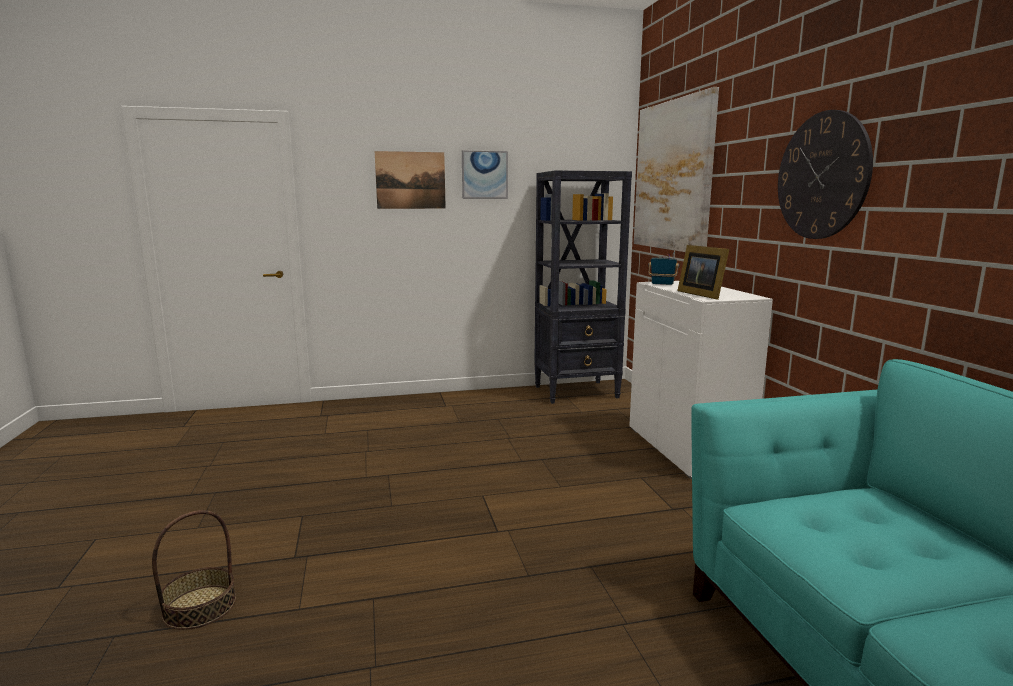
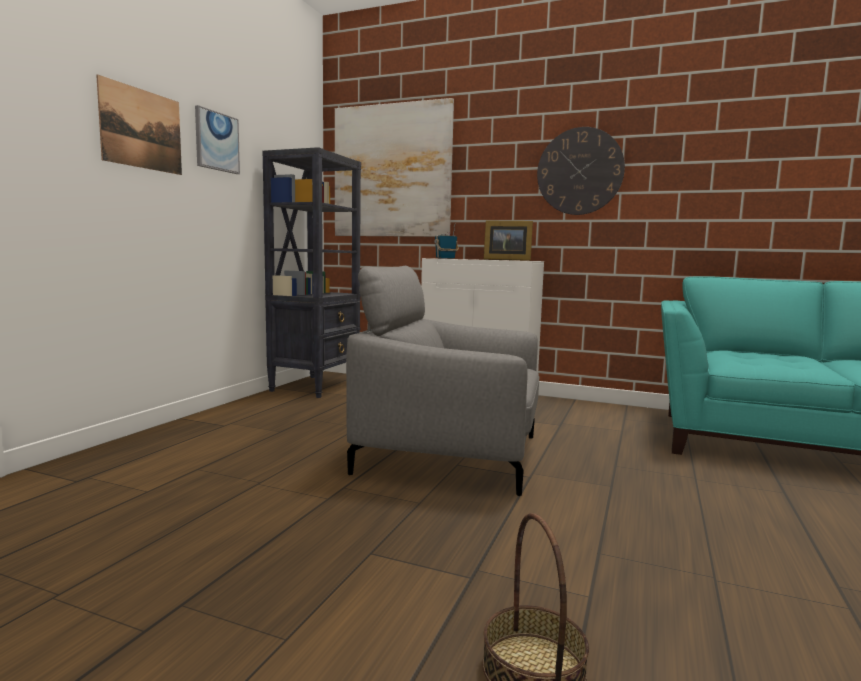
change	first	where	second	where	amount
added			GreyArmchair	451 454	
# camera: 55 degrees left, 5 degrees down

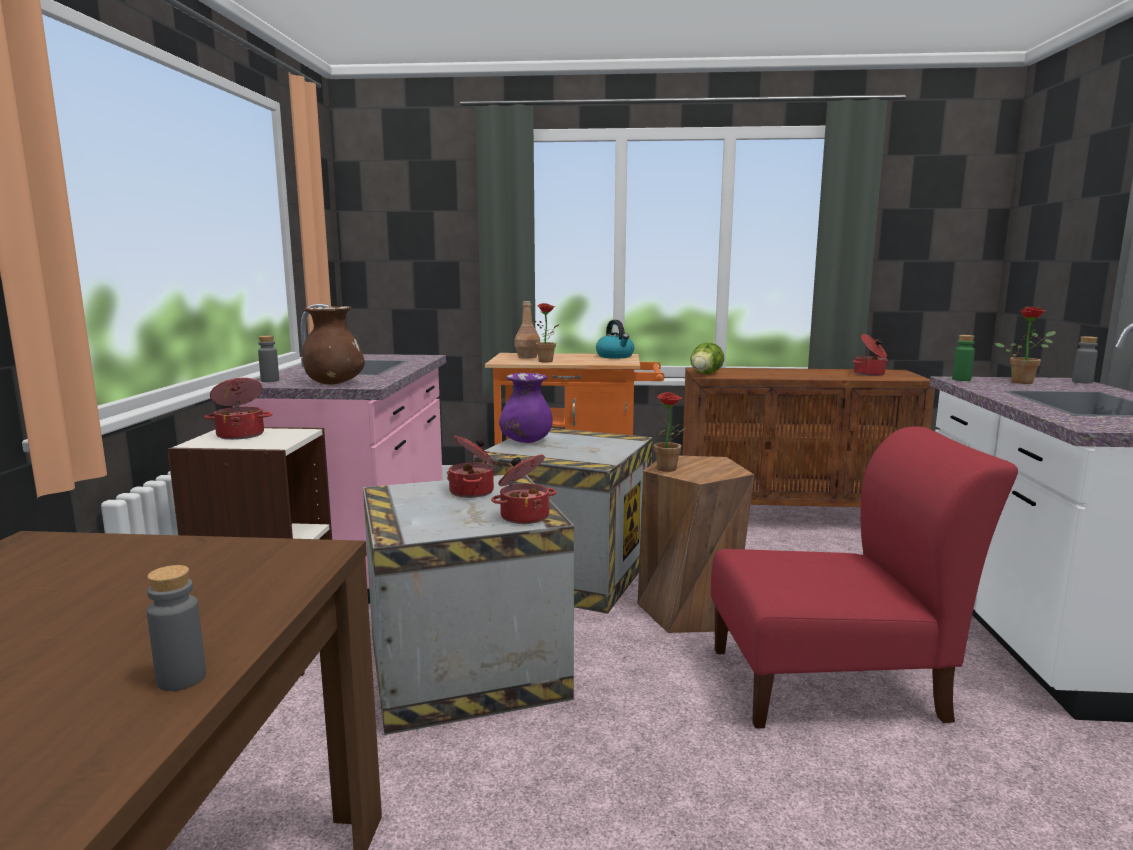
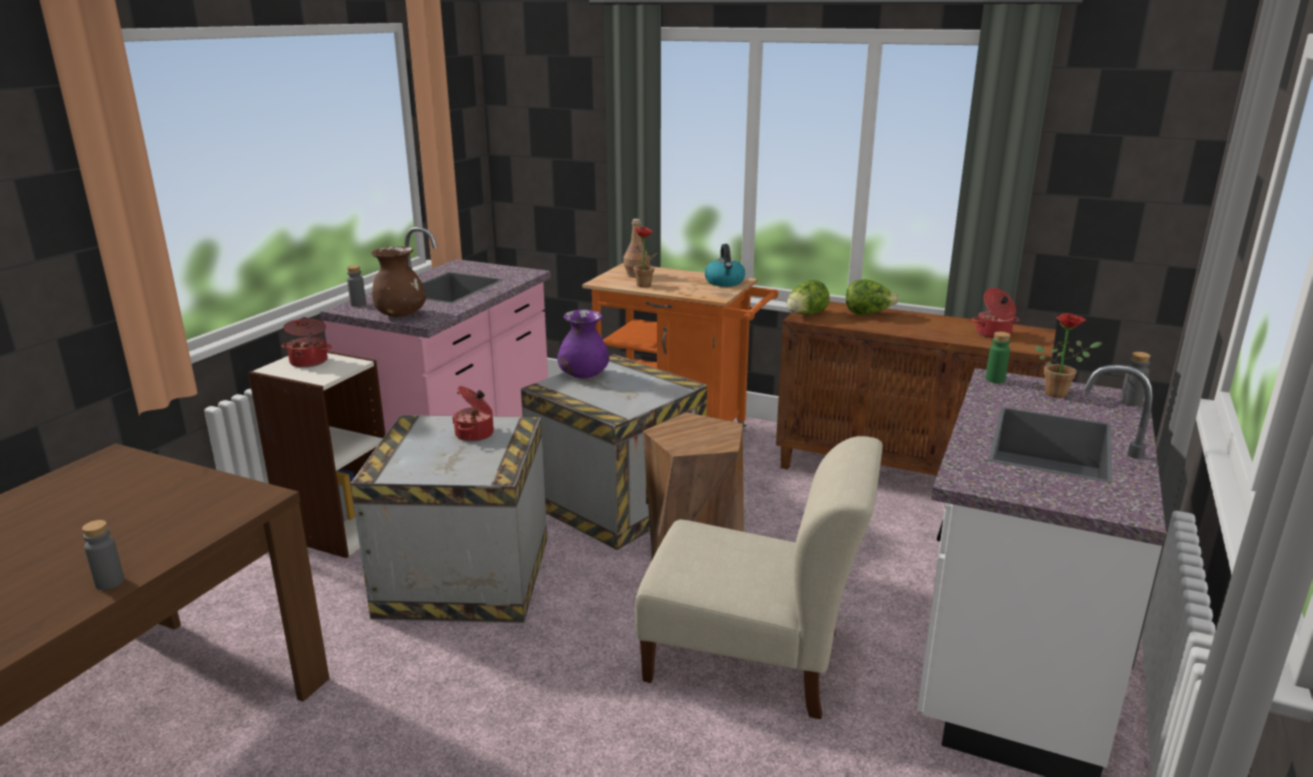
change	first	where	second	where	amount
removed	CookingPot	524 516			
removed	PottedPlant	669 470			
recoloured	RedChair	834 683	BeigeChair	752 659	
added			Lettuce	868 314	
# camera: 20 degrees right, 10 degrees up

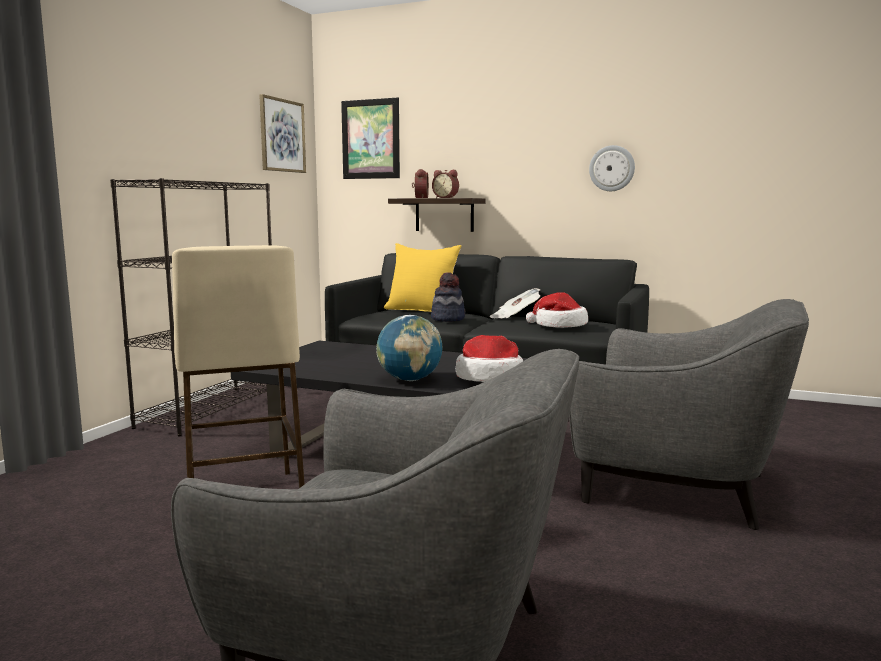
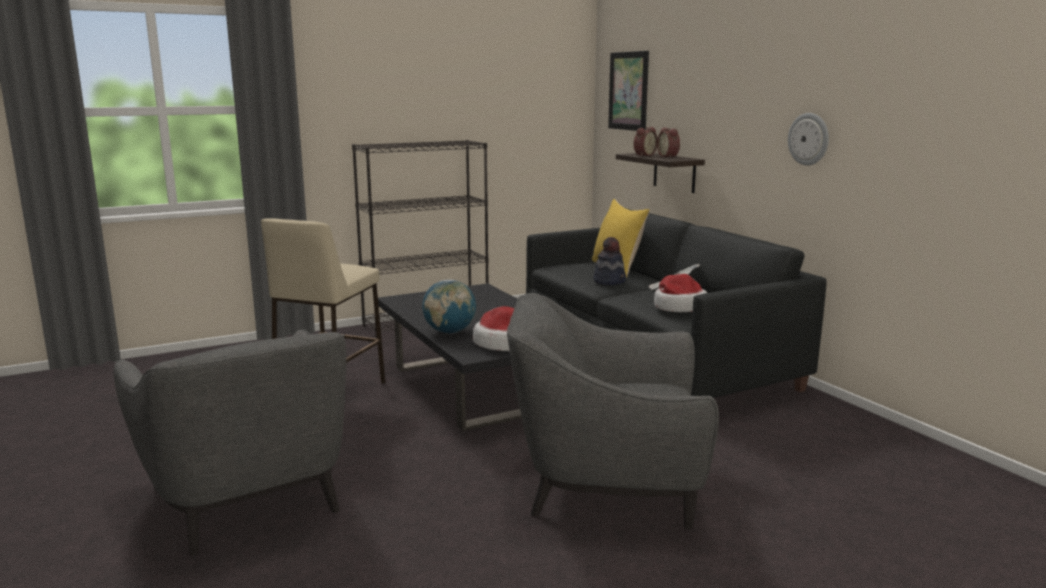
change	first	where	second	where	amount
removed	Picture	282 135			
turned	GreyArmchair	678 487		607 484	120 degrees clockwise
# camera: 40 degrees right, 5 degrees up

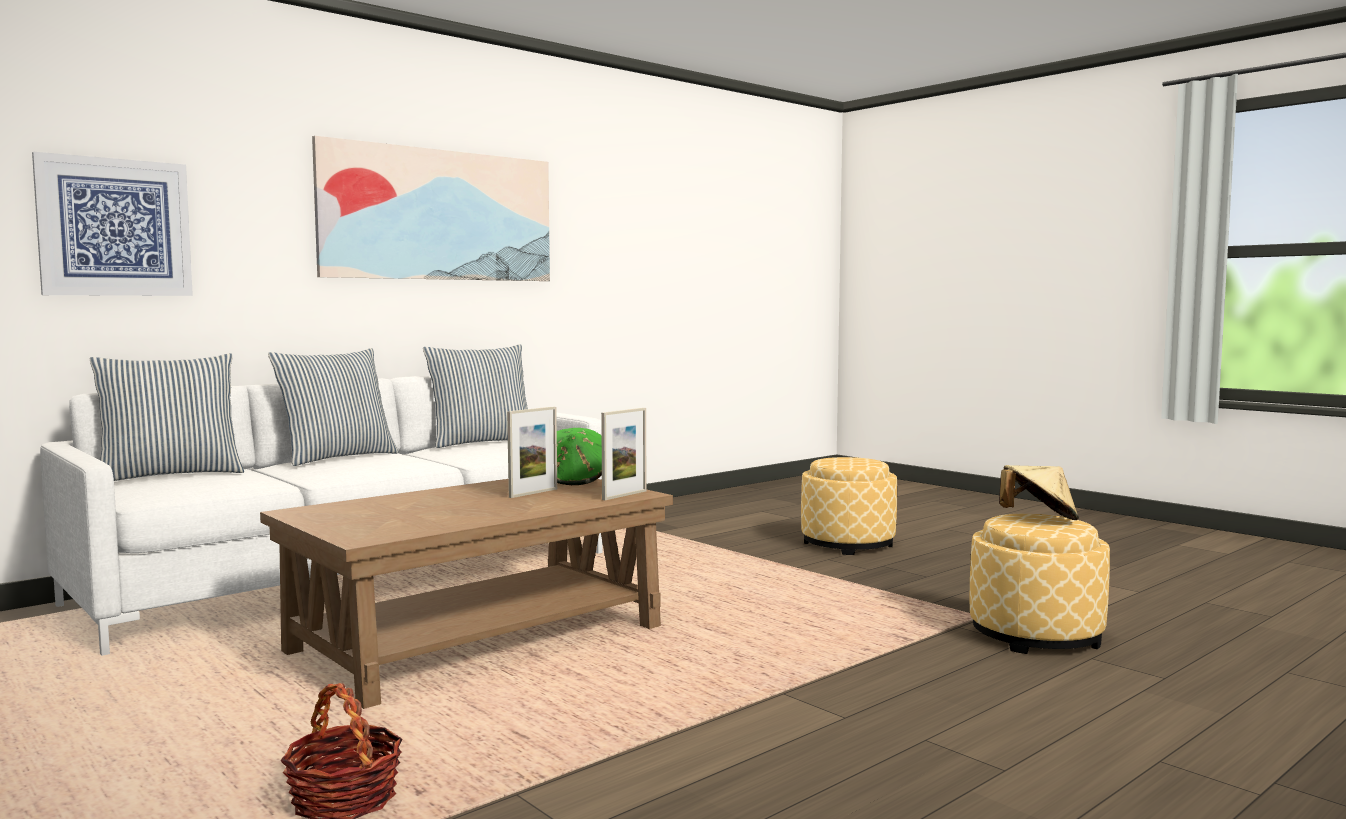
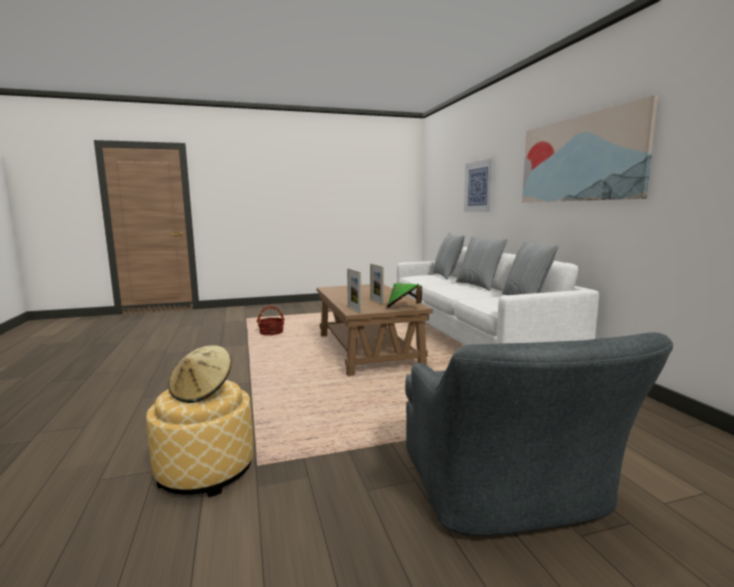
change	first	where	second	where	amount
replaced	Ottoman	848 544	GreyArmchair	509 492	
# camera: 115 degrees right, 5 degrees up

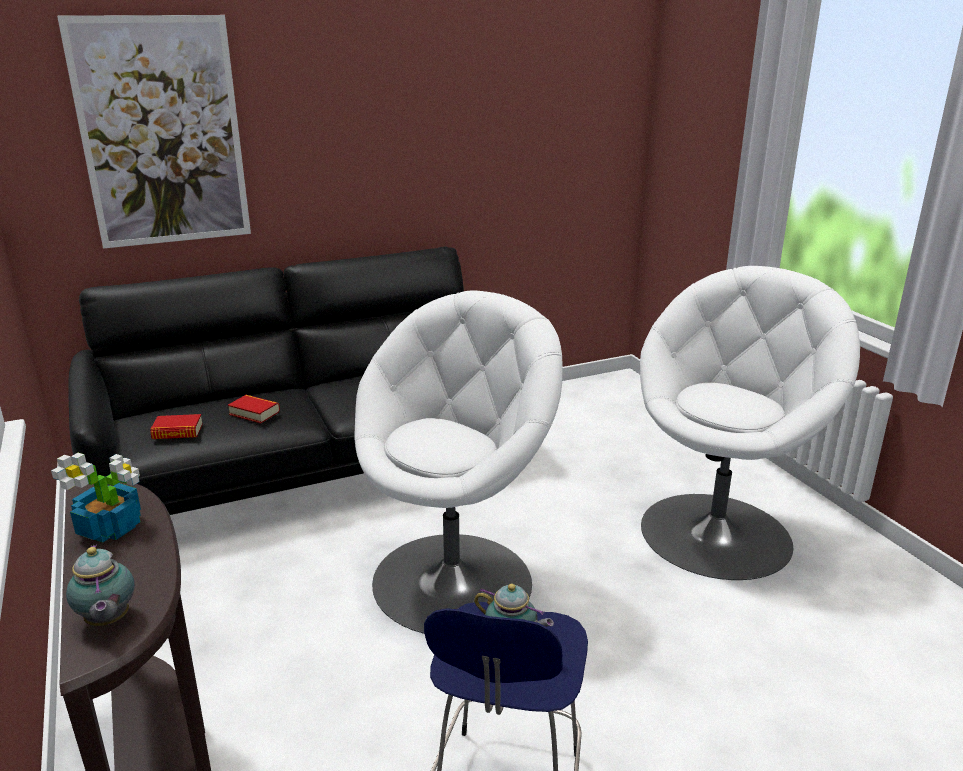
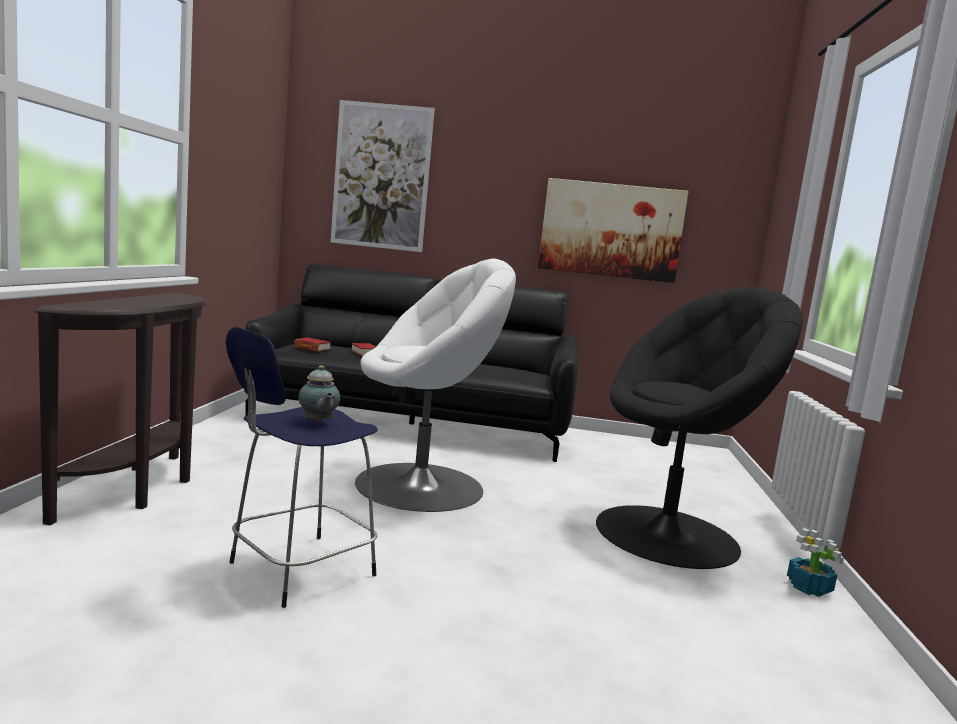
change	first	where	second	where	amount
moved	PottedPlant	112 528		810 588	
removed	Teapot	107 621			
recoloured	WhiteArmchair	717 533	BlackArmchair	669 535	
added			Picture	611 230	
# camera: 30 degrees right, 15 degrees down

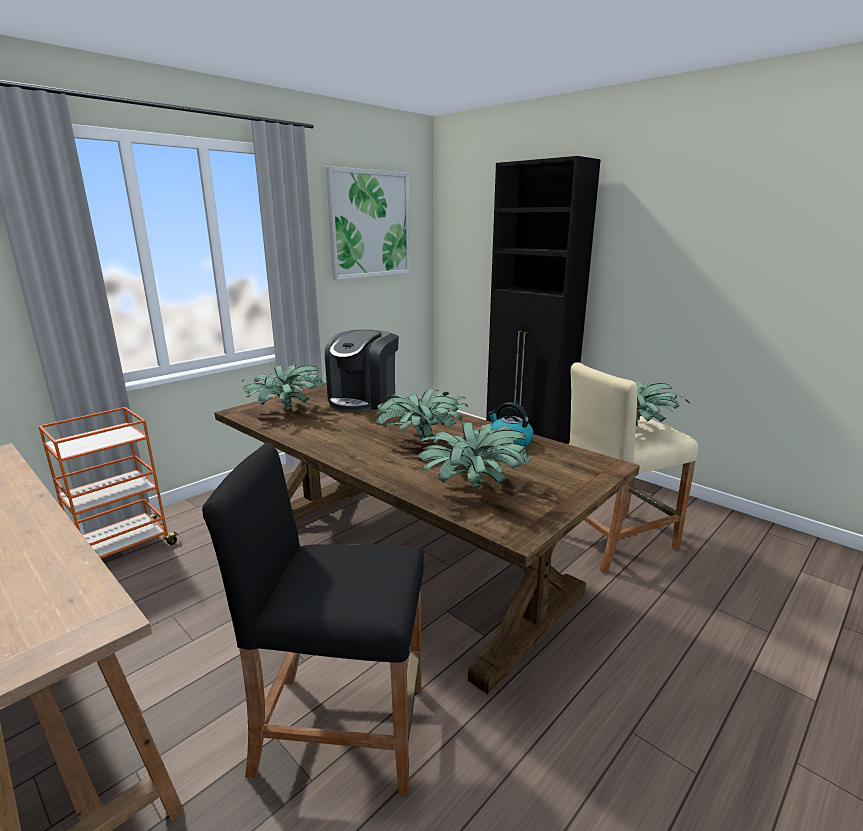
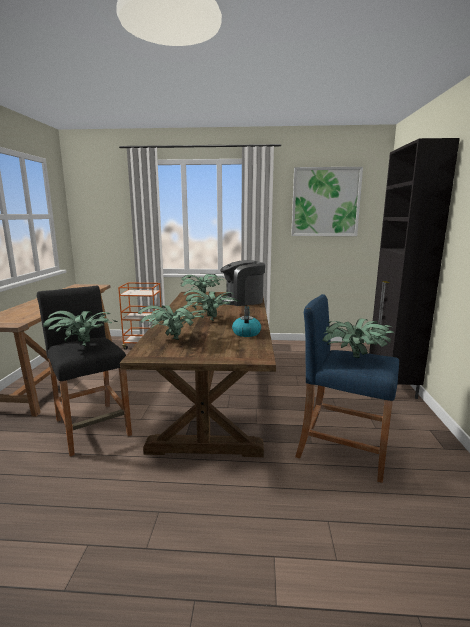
change	first	where	second	where	amount
recoloured	BeigeStool	614 540	BlueStool	342 450	
added			PottedPlant	83 346	
# camera: 50 degrees right, 5 degrees down

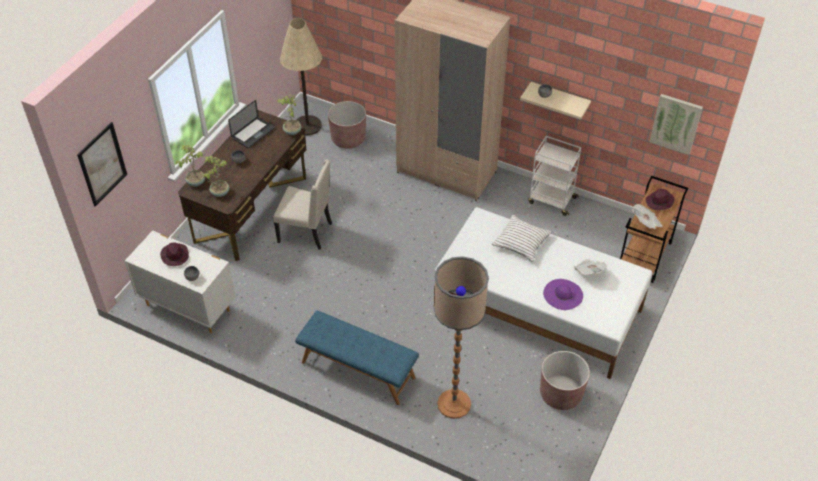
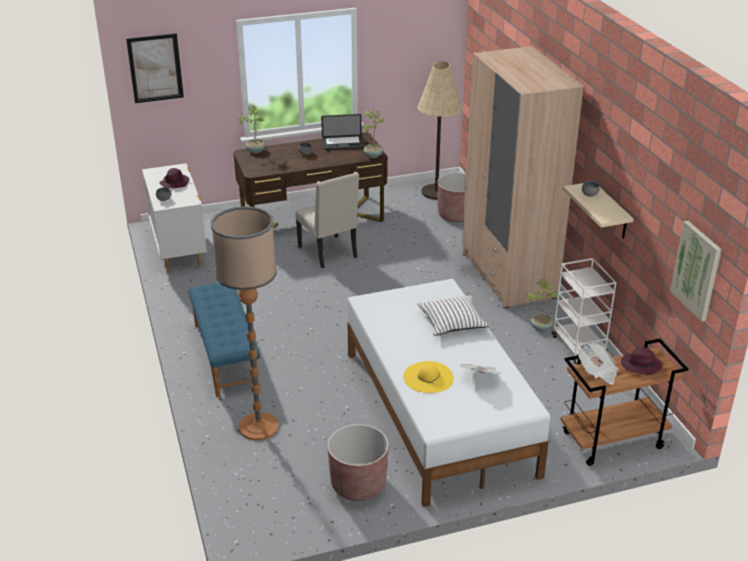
change	first	where	second	where	amount
moved	PottedPlant	219 193		540 327	
recoloured	PurpleHat	563 294	YellowHat	428 377	
# camera: 45 degrees right, 15 degrees down

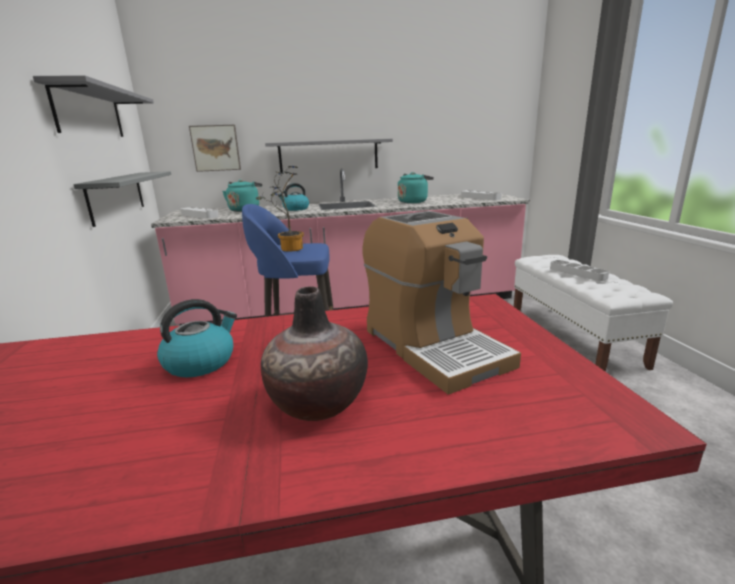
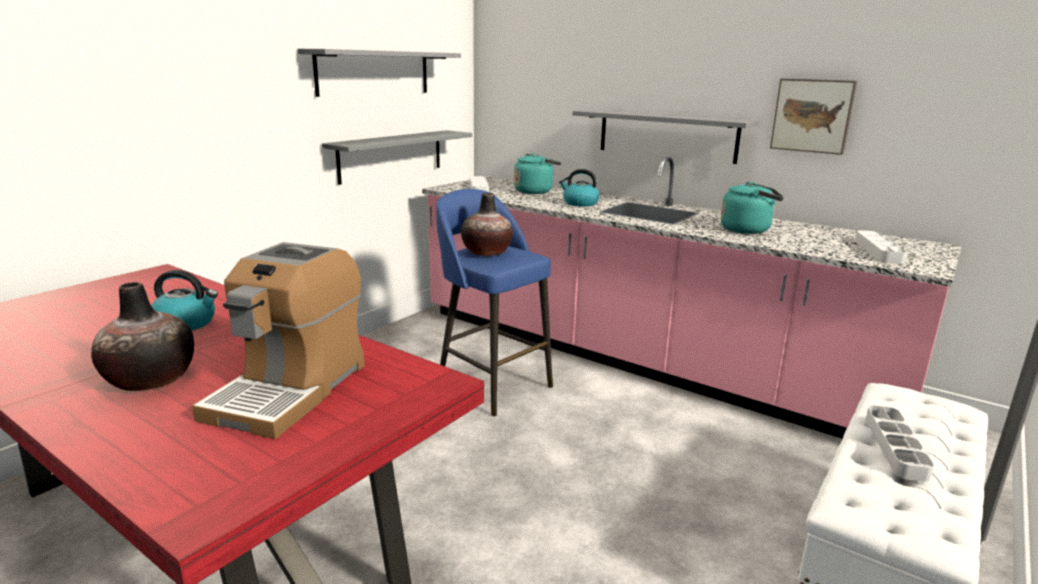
change	first	where	second	where	amount
moved	Picture	216 148		812 115	
replaced	PottedPlant	288 249	Vase	487 252	
# camera: 45 degrees right, 0 degrees up

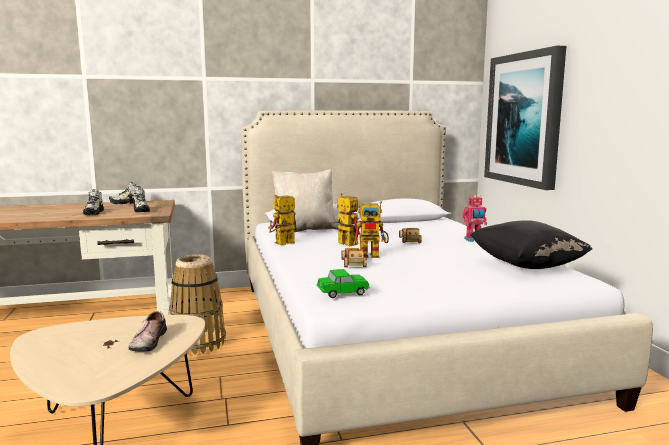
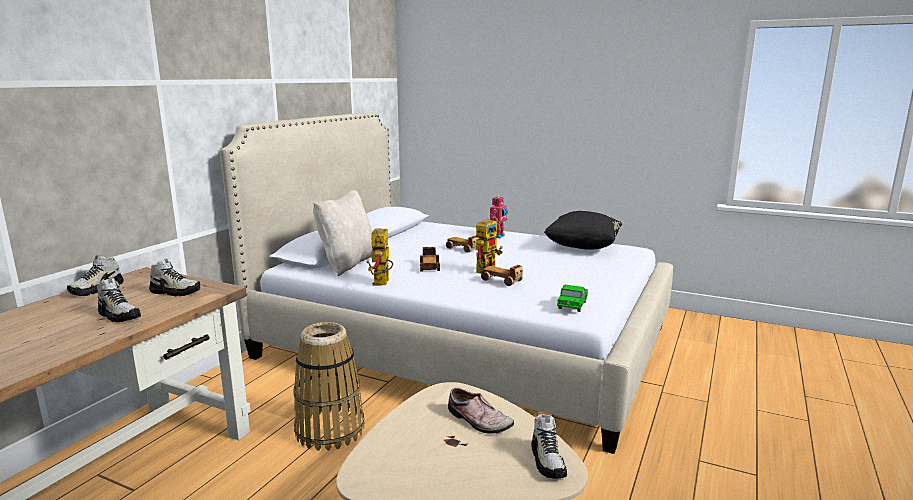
change	first	where	second	where	amount
replaced	ToyRobot	343 243	ToyCar	429 266	
removed	Picture	524 119			
added			Shoe	548 461	
# camera: 50 degrees left, 5 degrees up

